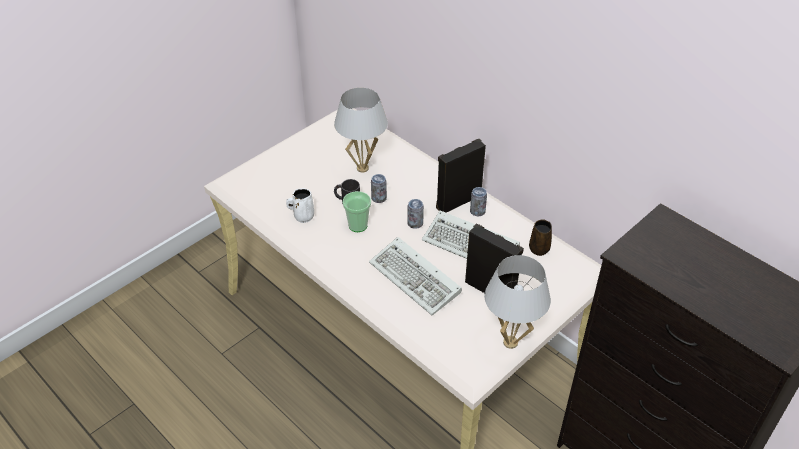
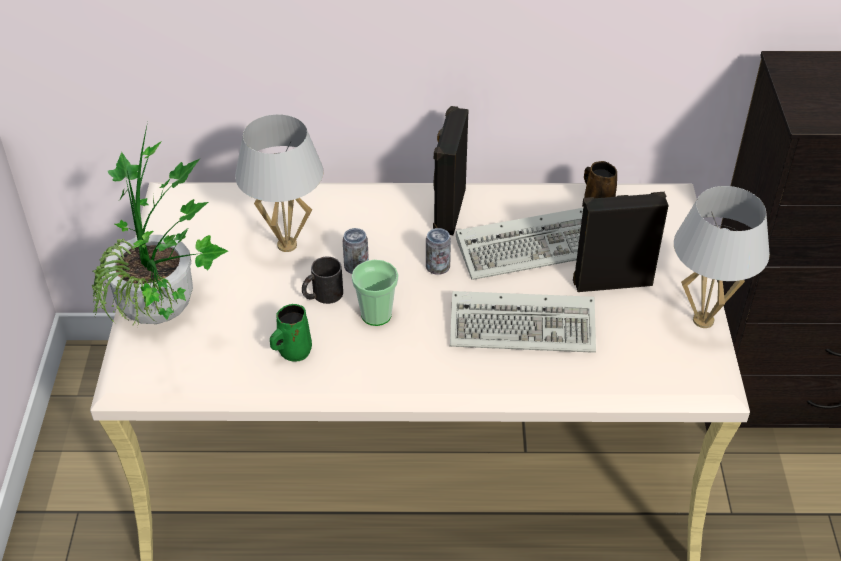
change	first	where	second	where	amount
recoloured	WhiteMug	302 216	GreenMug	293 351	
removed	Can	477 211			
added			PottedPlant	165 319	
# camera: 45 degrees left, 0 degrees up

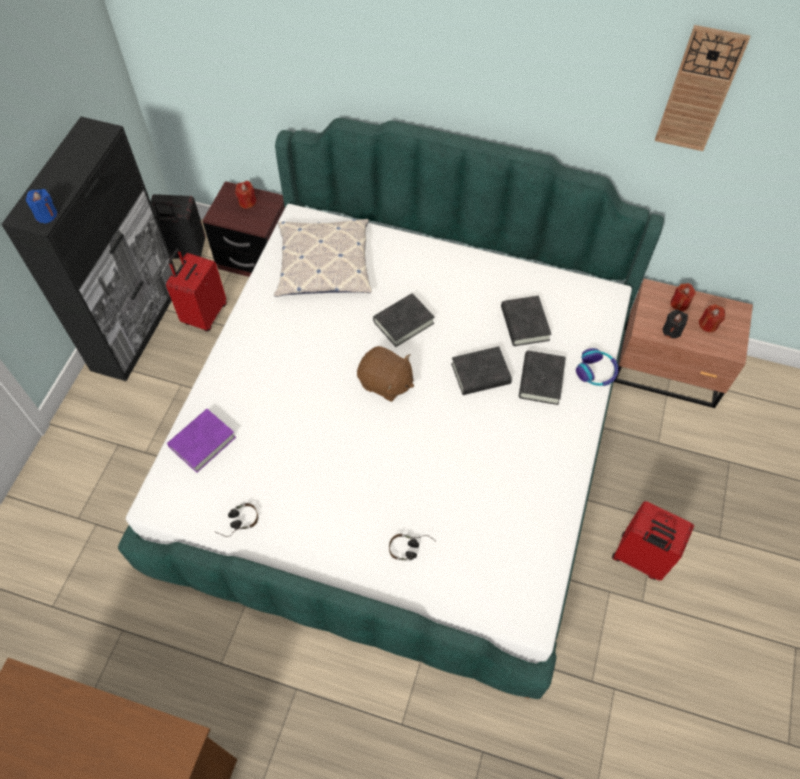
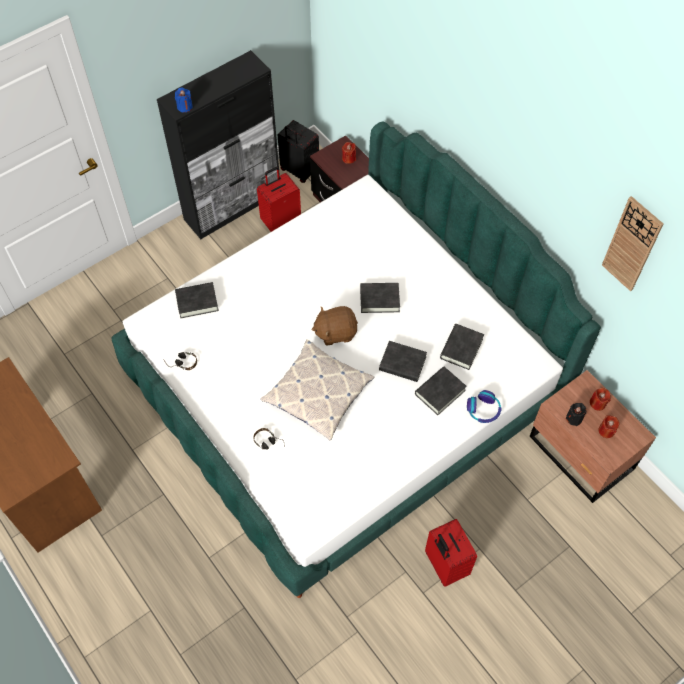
change	first	where	second	where	amount
recoloured	PurpleBook	202 442	BlackBook	197 302	
moved	Pillow	324 264		318 393	
turned	BrownPlushToy	385 383		335 332	105 degrees clockwise
# camera: 35 degrees right, 0 degrees up

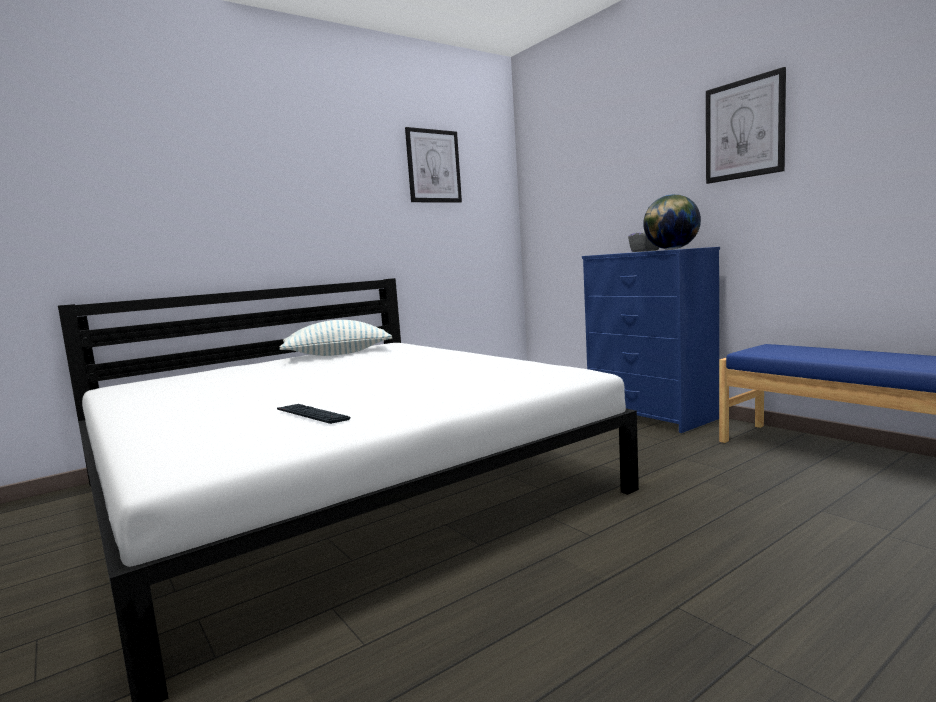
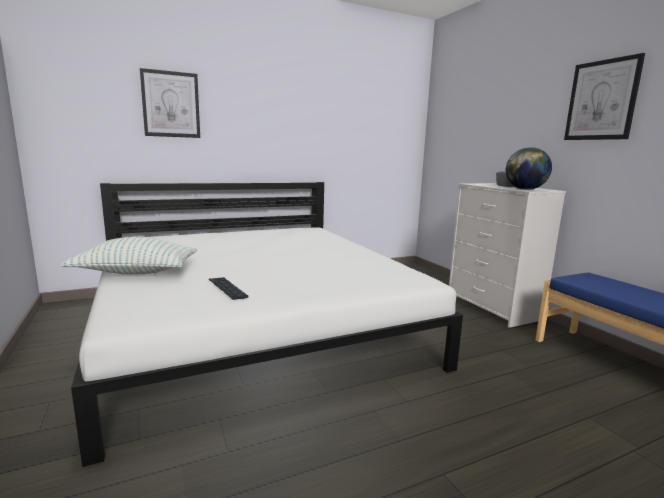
change	first	where	second	where	amount
moved	Pillow	337 354		136 272	
moved	Picture	433 166		171 104	
recoloured	BlueDresser	652 415	WhiteDresser	493 308	
# camera: 10 degrees right, 5 degrees up

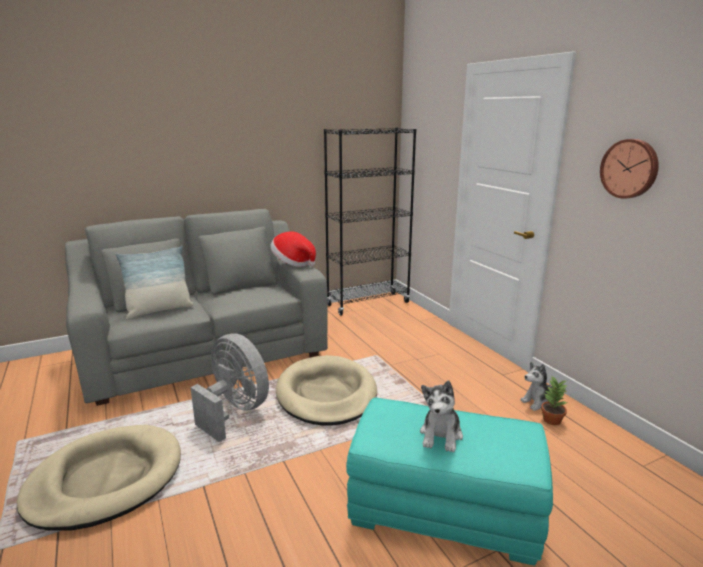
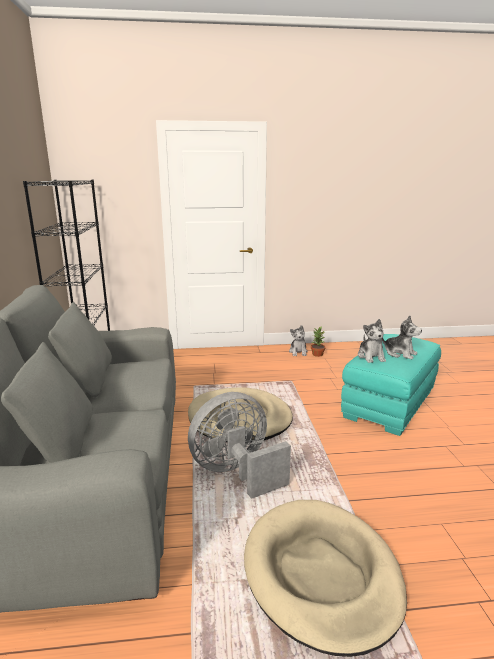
change	first	where	second	where	amount
removed	Pillow	159 310			
removed	Hat	293 263			
removed	WallClock	630 168			
added			PlushToy	371 356	
# camera: 70 degrees left, 0 degrees up

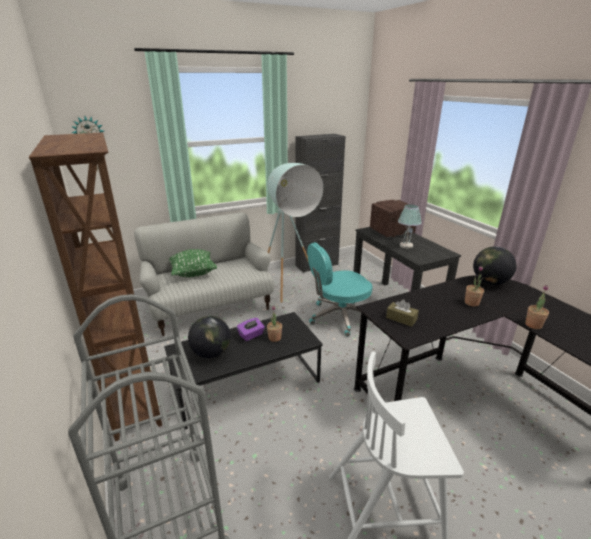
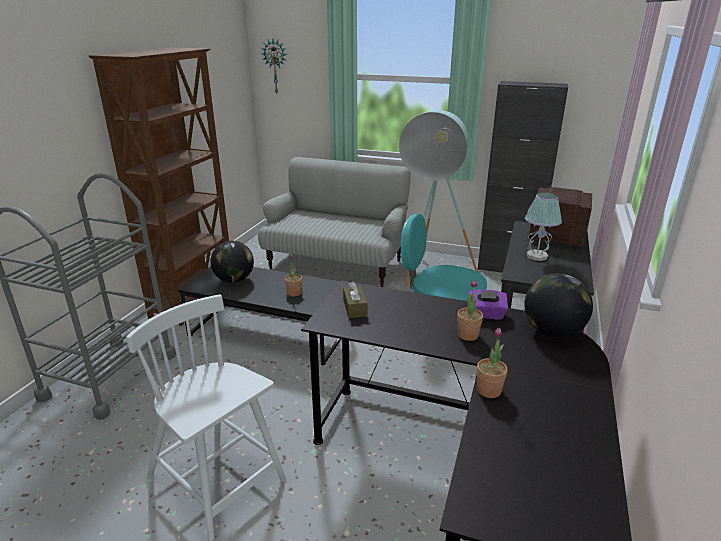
change	first	where	second	where	amount
removed	GreenPillow	193 273			
moved	PurpleTissueBox	251 335		486 314	
# camera: 45 degrees right, 0 degrees up

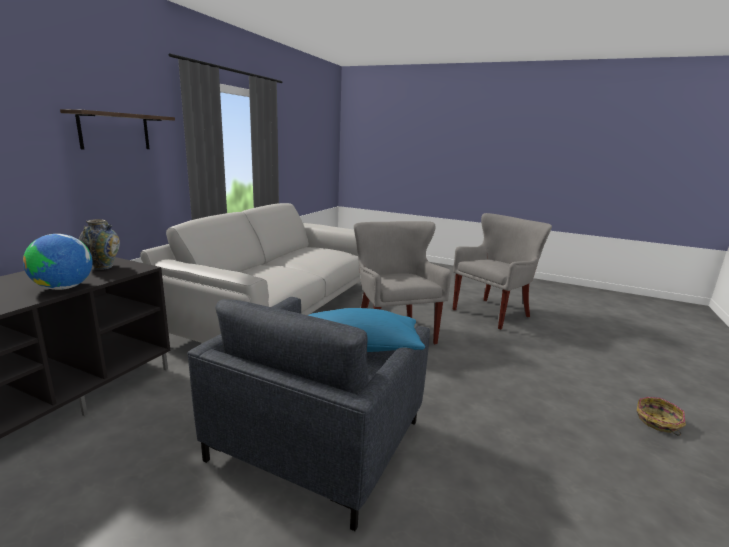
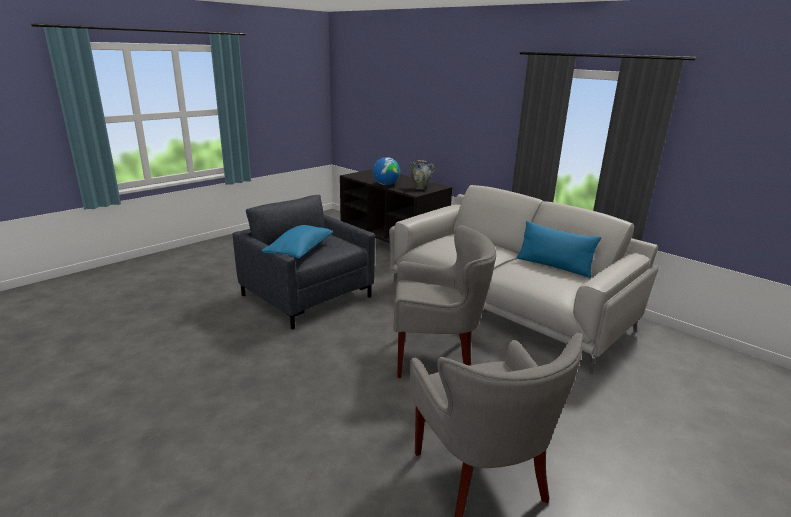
change	first	where	second	where	amount
removed	Shelf	114 131			
removed	Basket	657 422			
added			BluePillow	553 266	
# camera: 110 degrees right, 5 degrees up

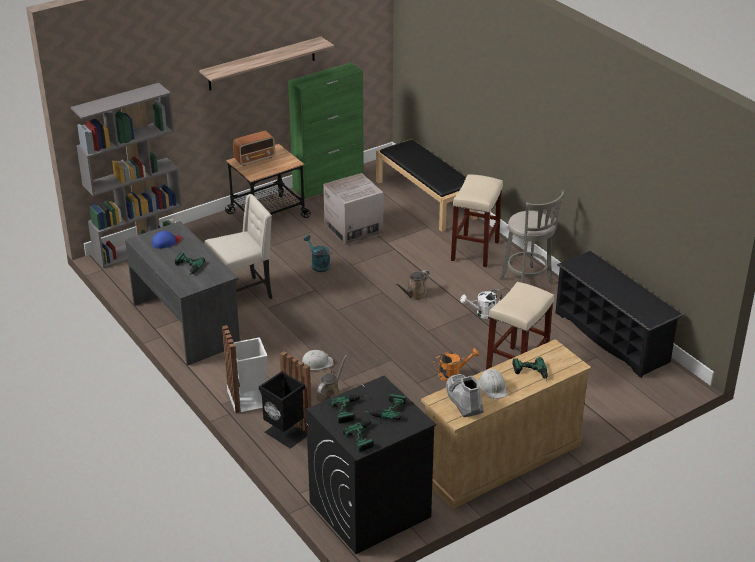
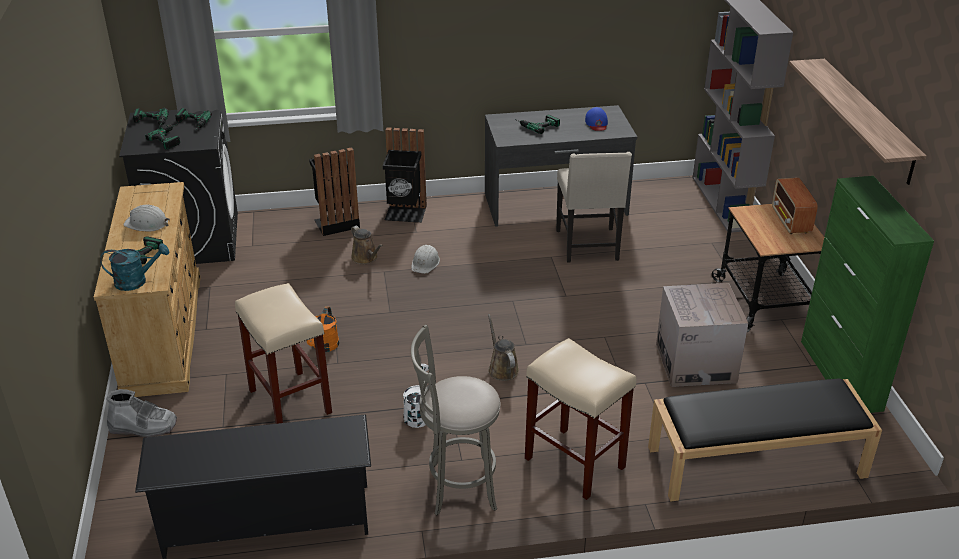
change	first	where	second	where	amount
recoloured	WhiteTrashCan	248 398	BlackTrashCan	405 214	
moved	TurquoiseWateringCan	318 265		137 281	
moved	GreyBoot	463 400		143 427	
# camera: 115 degrees right, 0 degrees up

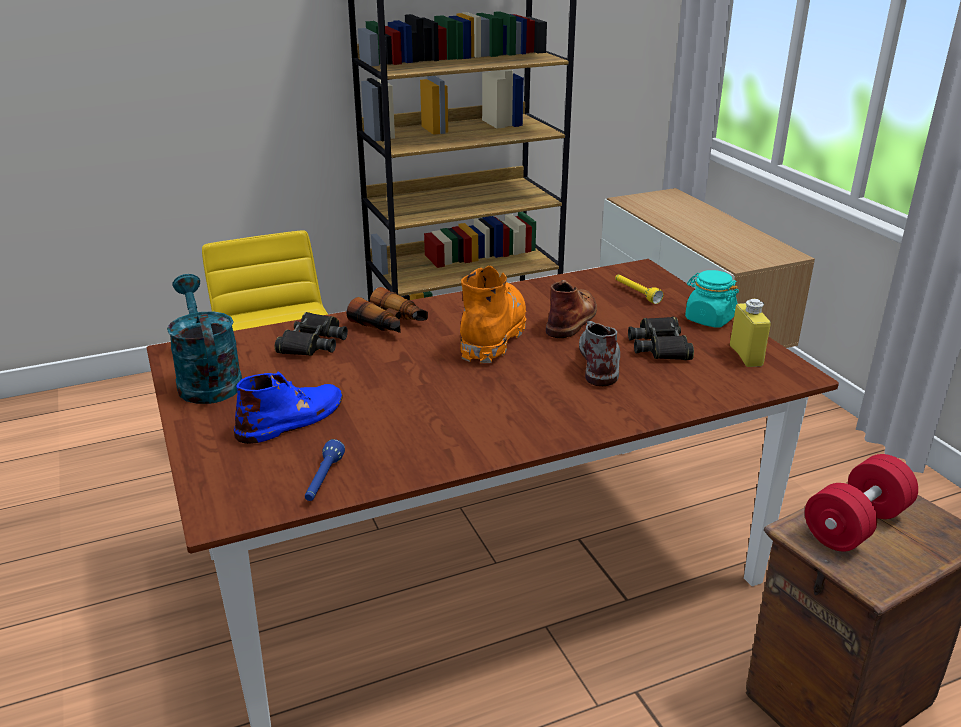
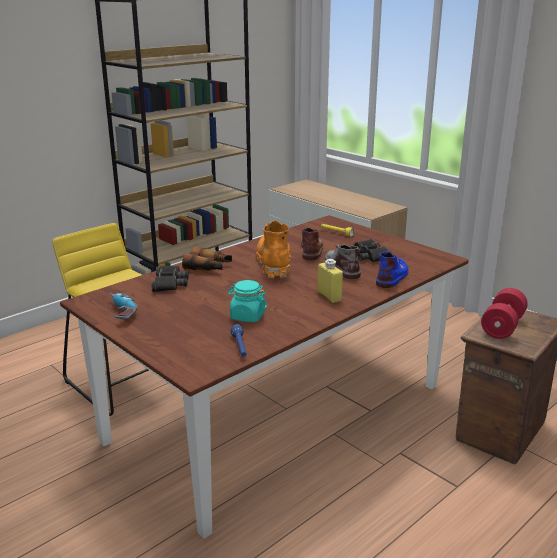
change	first	where	second	where	amount
replaced	TurquoiseWateringCan	207 380	PowerDrill	120 312	
moved	BlueBoot	292 419		392 276	
moved	TurquoiseJar	708 319		247 316	
moved	YellowBottle	746 356		329 296	
# camera: 20 degrees left, 5 degrees down

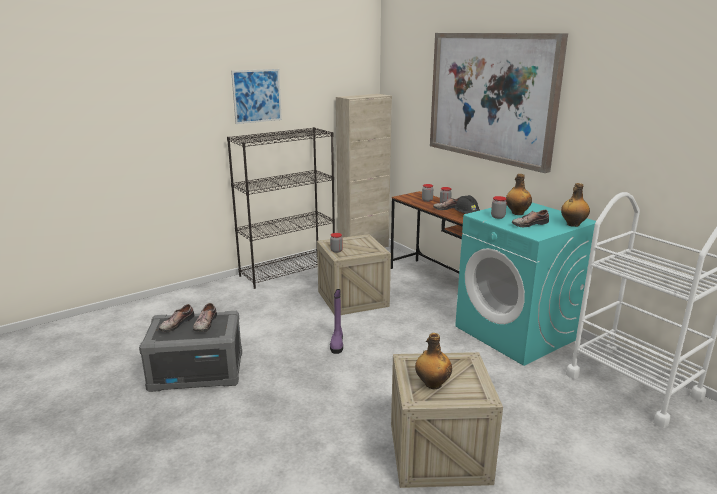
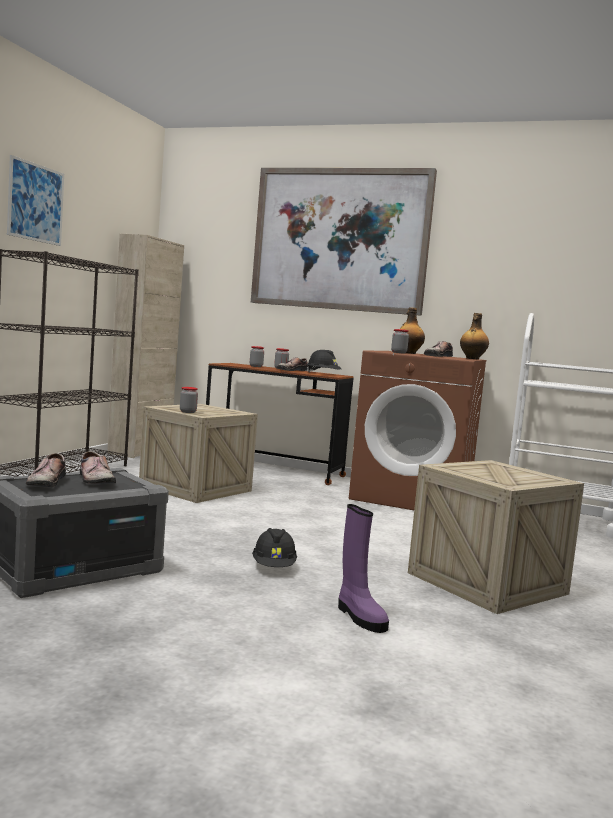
change	first	where	second	where	amount
moved	PurpleBoot	337 343		359 617	
removed	Bottle	432 384			
recoloured	TurquoiseWashingMachine	516 333	BrownWashingMachine	412 498	
added			BlackHardHat	273 567	
# camera: 35 degrees left, 15 degrees down

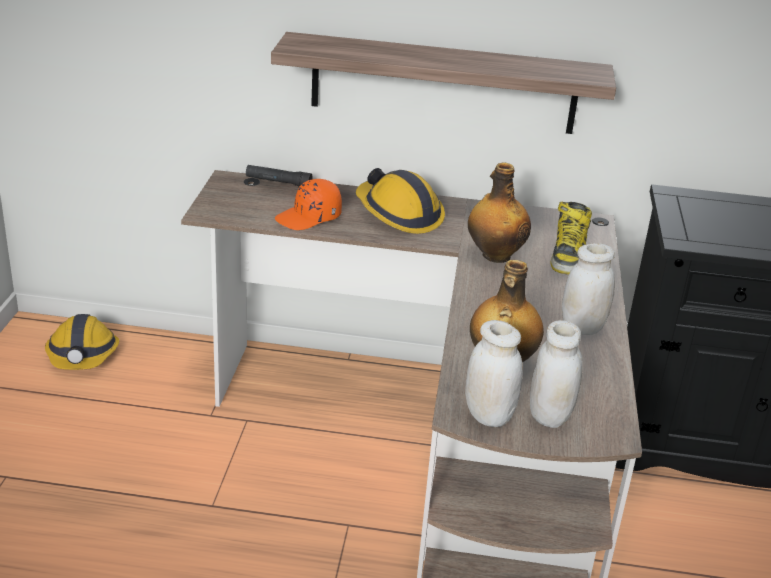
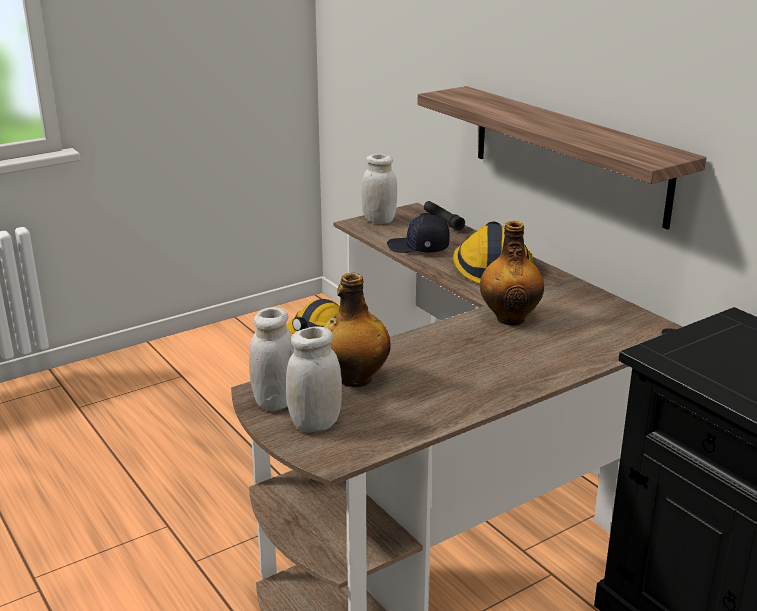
change	first	where	second	where	amount
recoloured	OrangeCap	309 218	BlackCap	418 248	
removed	Boot	568 255			
moved	WhiteJar	582 328		379 220	
# camera: 50 degrees right, 5 degrees down

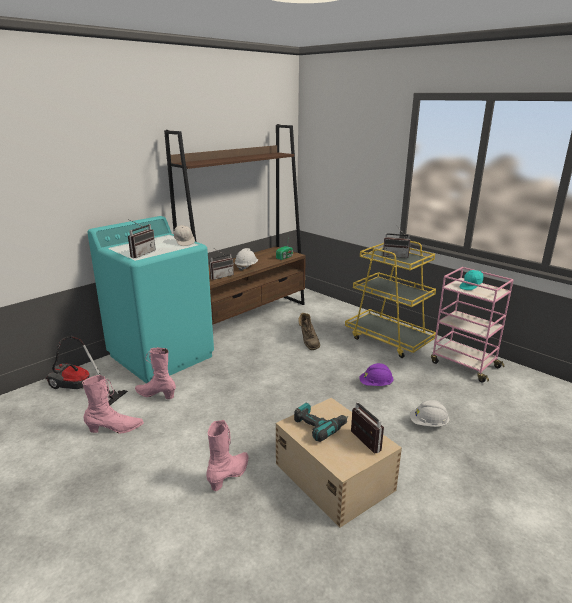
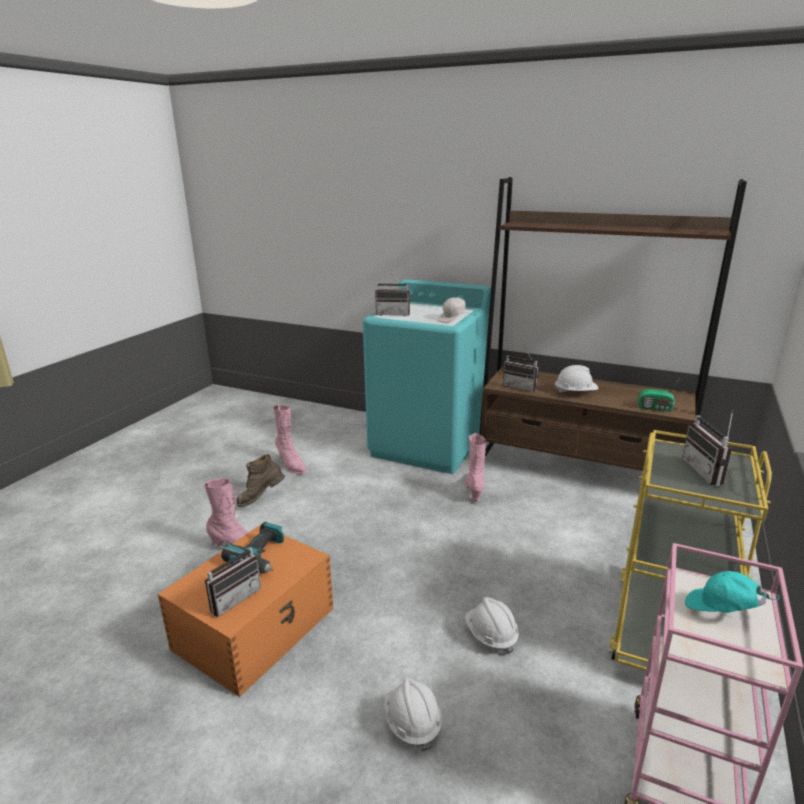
change	first	where	second	where	amount
removed	VacuumCleaner	78 389			
moved	PinkBoot	156 395		474 490	
recoloured	BeigeStorageBox	333 475	OrangeStorageBox	256 627	
moved	BrownBoot	308 342		261 498	
recoloured	PurpleHardHat	375 385	WhiteHardHat	491 635	
# camera: 70 degrees right, 0 degrees up

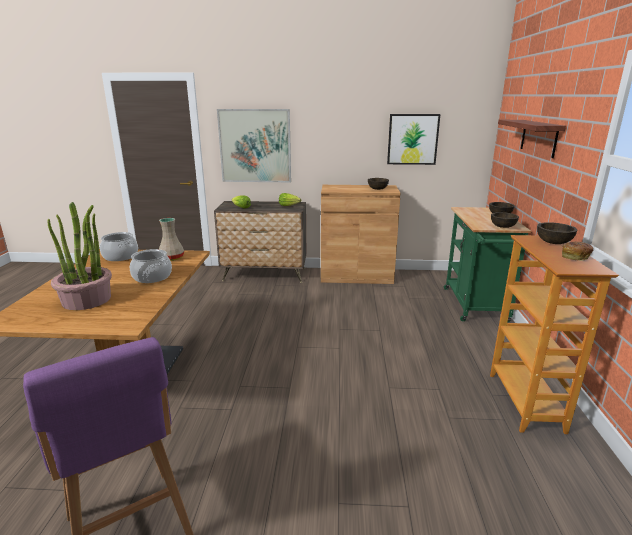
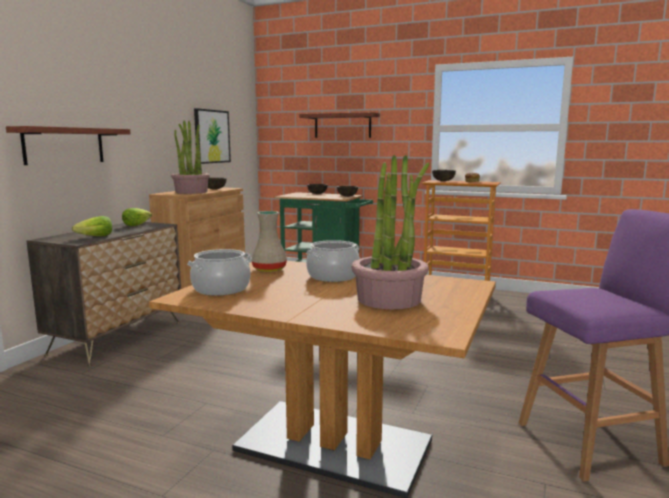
change	first	where	second	where	amount
replaced	Picture	255 146	Shelf	64 145	
added			PottedPlant	191 192	
# camera: 70 degrees left, 10 degrees down

